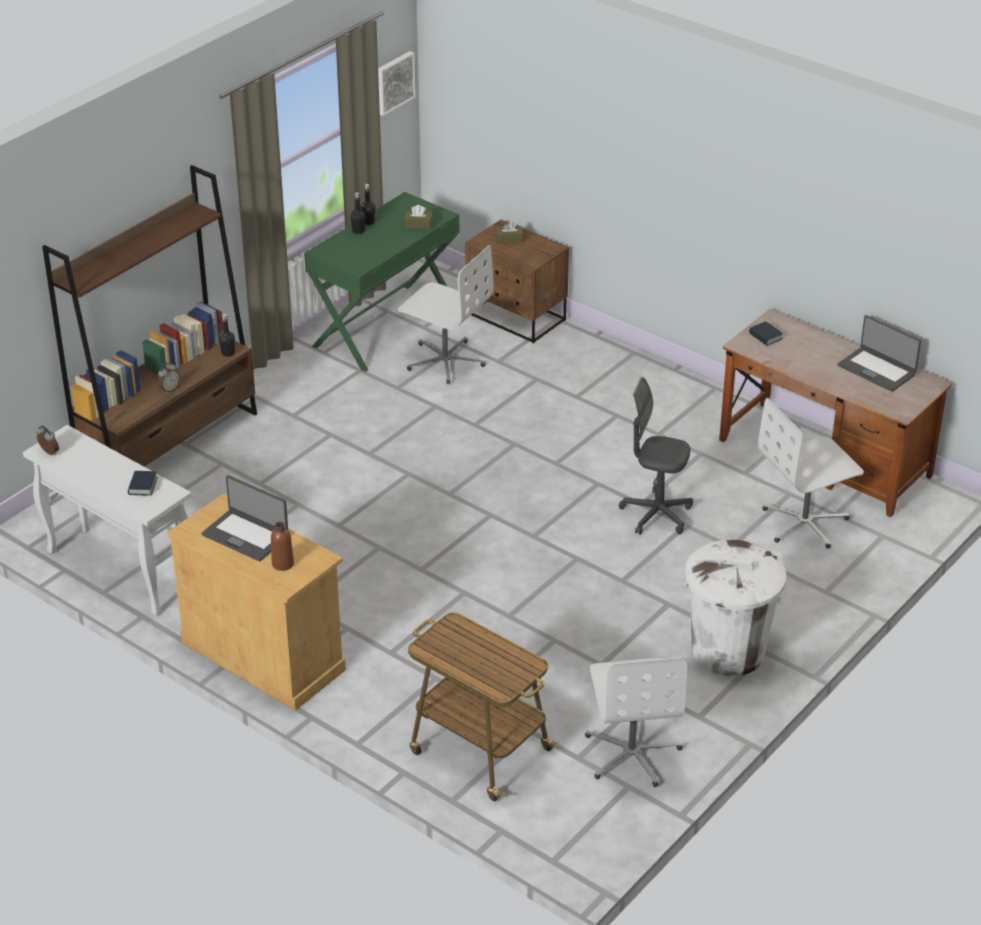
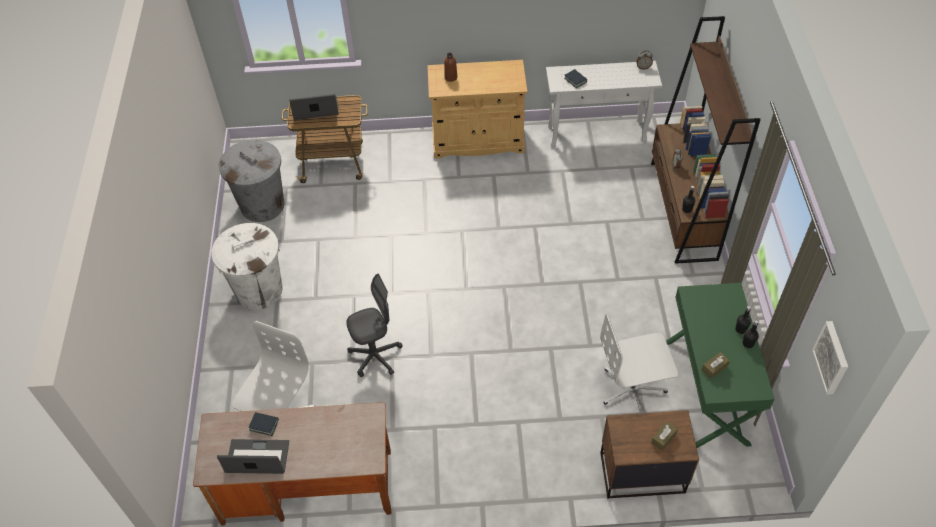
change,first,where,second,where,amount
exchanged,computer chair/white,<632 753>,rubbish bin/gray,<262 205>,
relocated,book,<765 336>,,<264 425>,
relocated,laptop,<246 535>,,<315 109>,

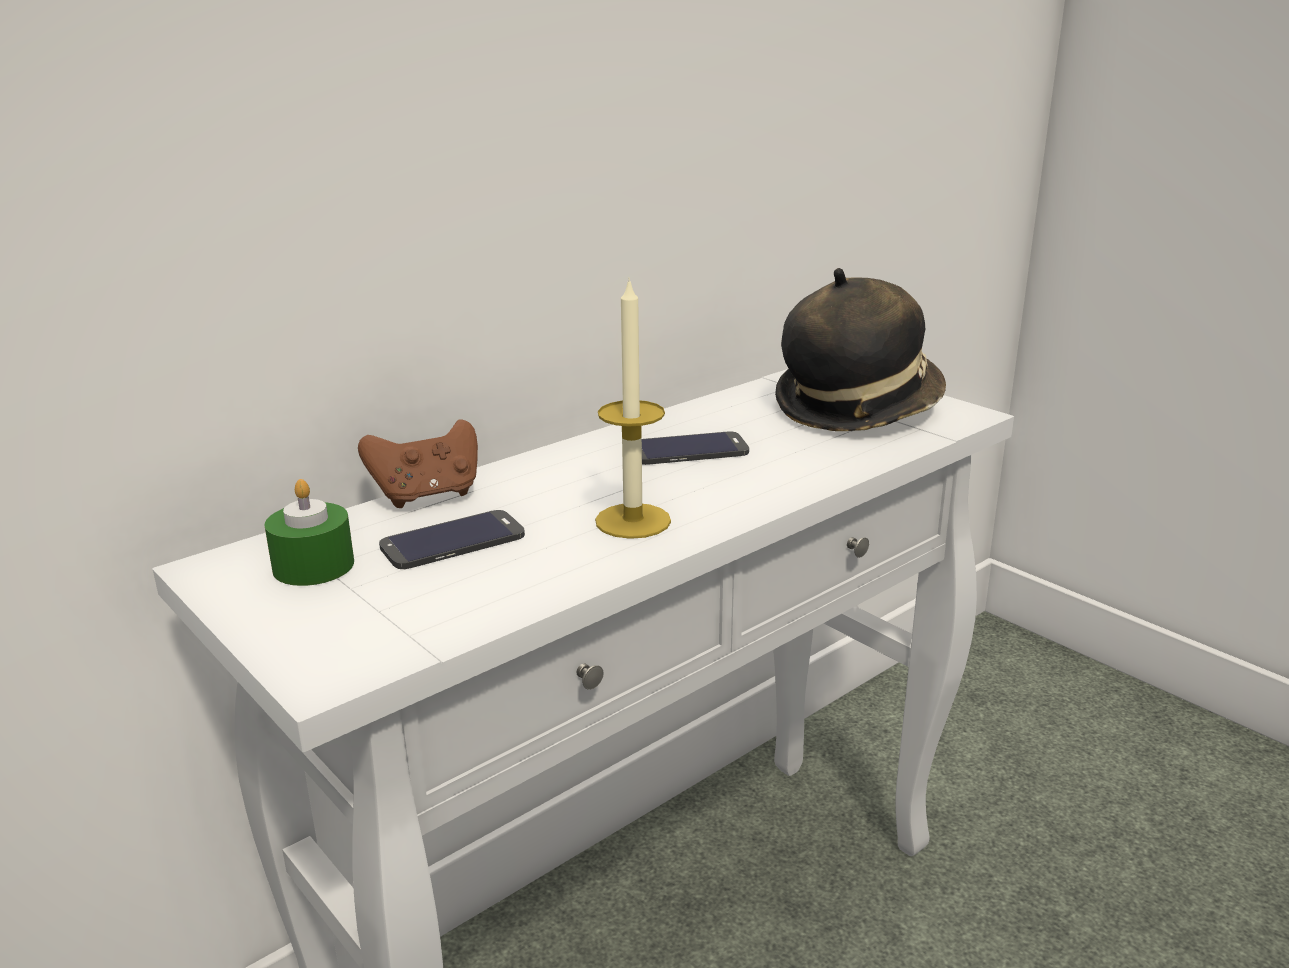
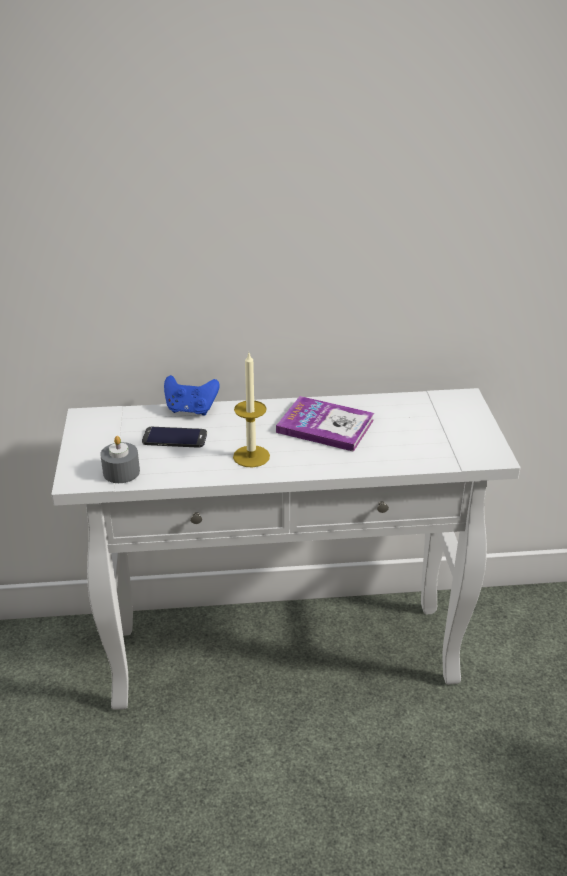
change,first,where,second,where,amount
appeared,,,candle/gray,<121 472>,
colour,gamepad/brown-coloured,<427 495>,gamepad/blue-coloured,<191 410>,
exchanged,phone,<688 450>,book,<325 426>,
missing,candle/green,<313 566>,,,
missing,clothing hat,<857 408>,,,

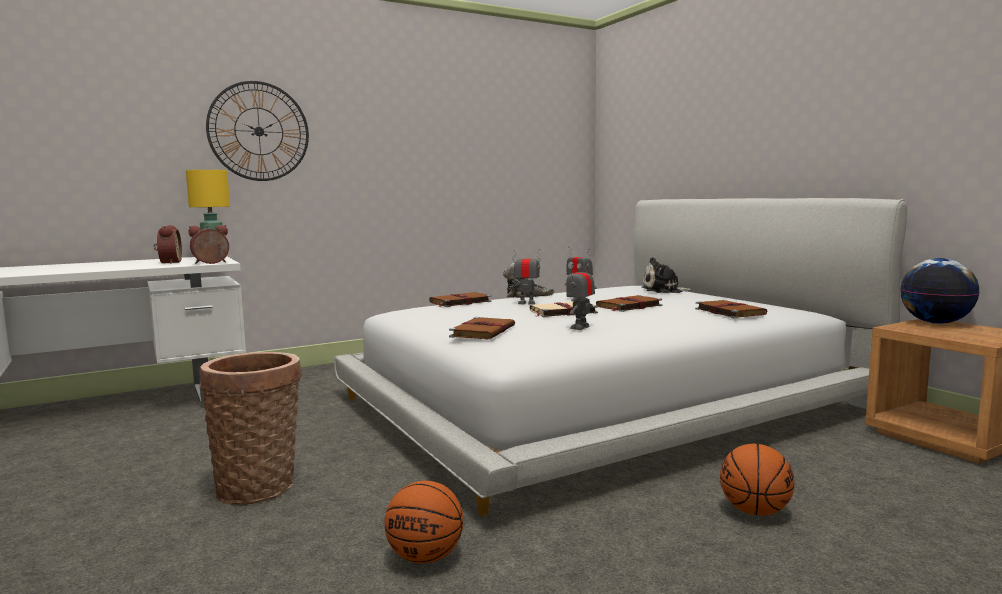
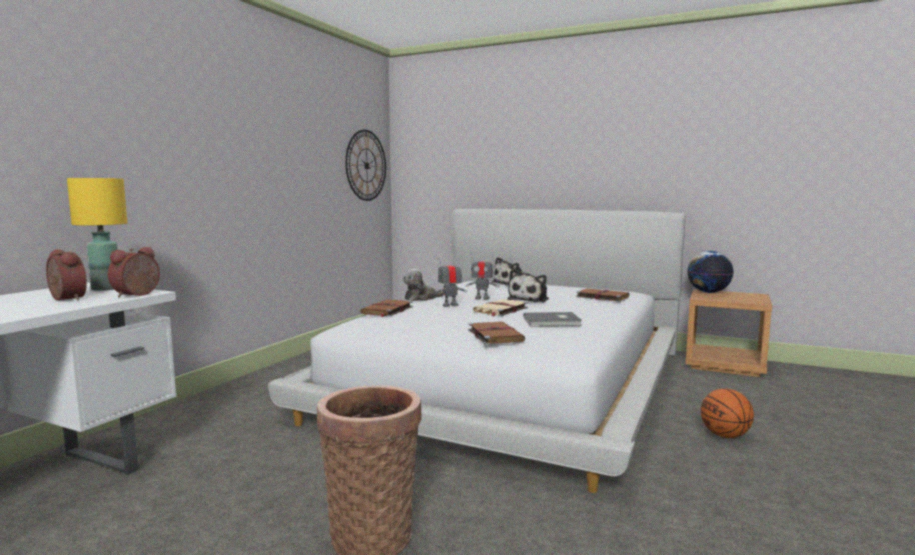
change,first,where,second,where,amount
relocated,wall clock,<259 131>,,<366 165>,
exchanged,book/brown-coloured,<628 306>,soft toy,<529 299>,
exchanged,robot figure,<580 327>,book/gray,<553 322>,
missing,basketball,<425 557>,,,

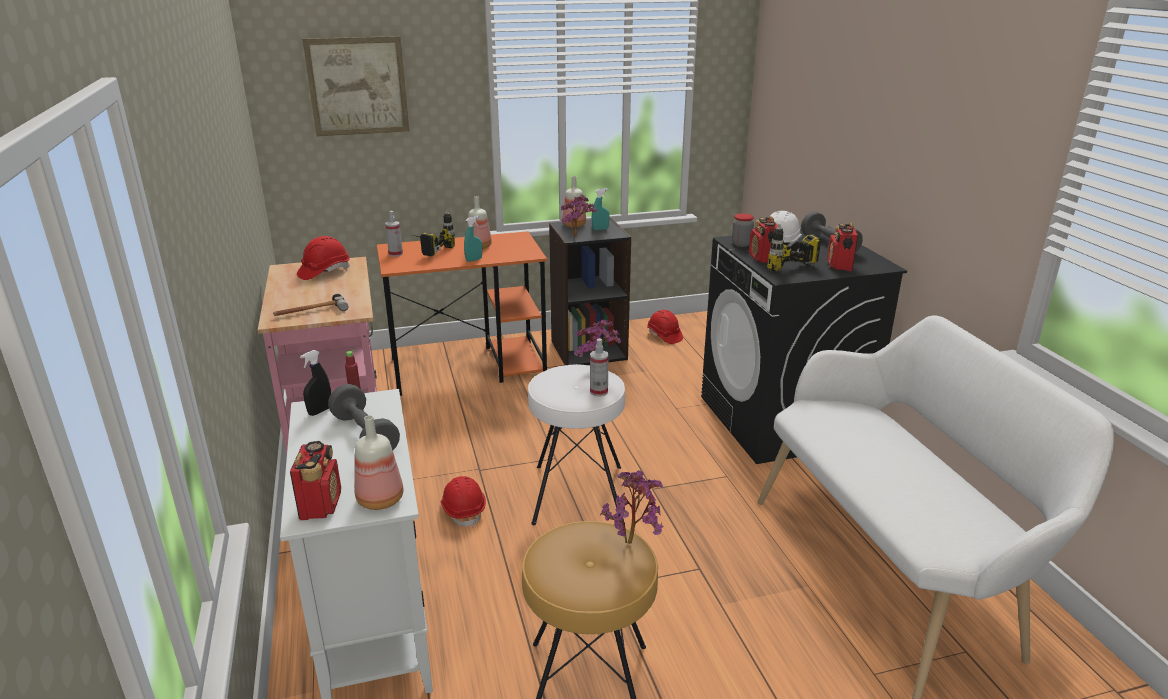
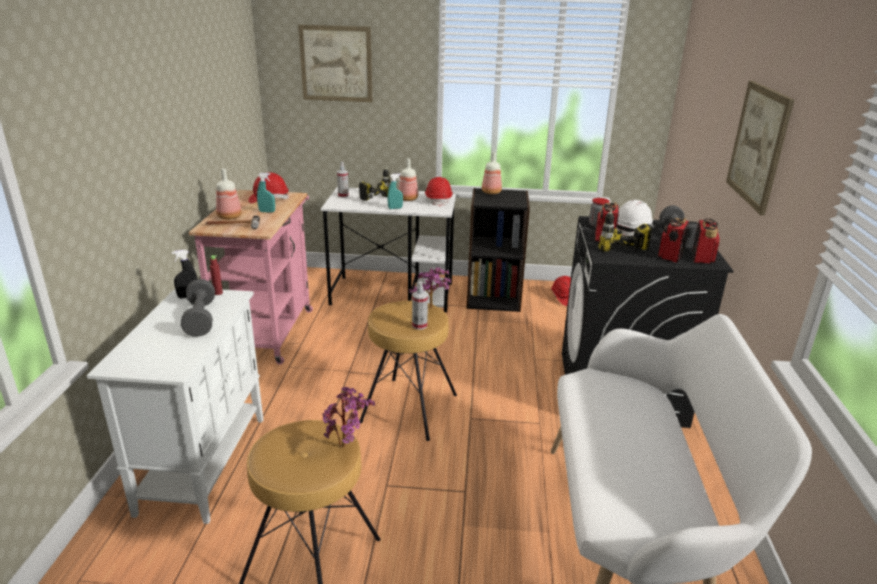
change,first,where,second,where,amount
relocated,bottle,<382 499>,,<230 217>,
relocated,spray bottle/turquoise,<600 229>,,<267 211>,
colour,desk table/orange,<469 367>,desk table/white,<393 294>,
colour,stool seat/white,<577 494>,stool seat/brown-coloured,<408 408>,
relocated,hard hat/red,<463 510>,,<438 200>,
relocated,radio,<321 504>,,<702 258>,
appeared,,,wall picture,<758 145>,
missing,houseplant,<577 237>,,,

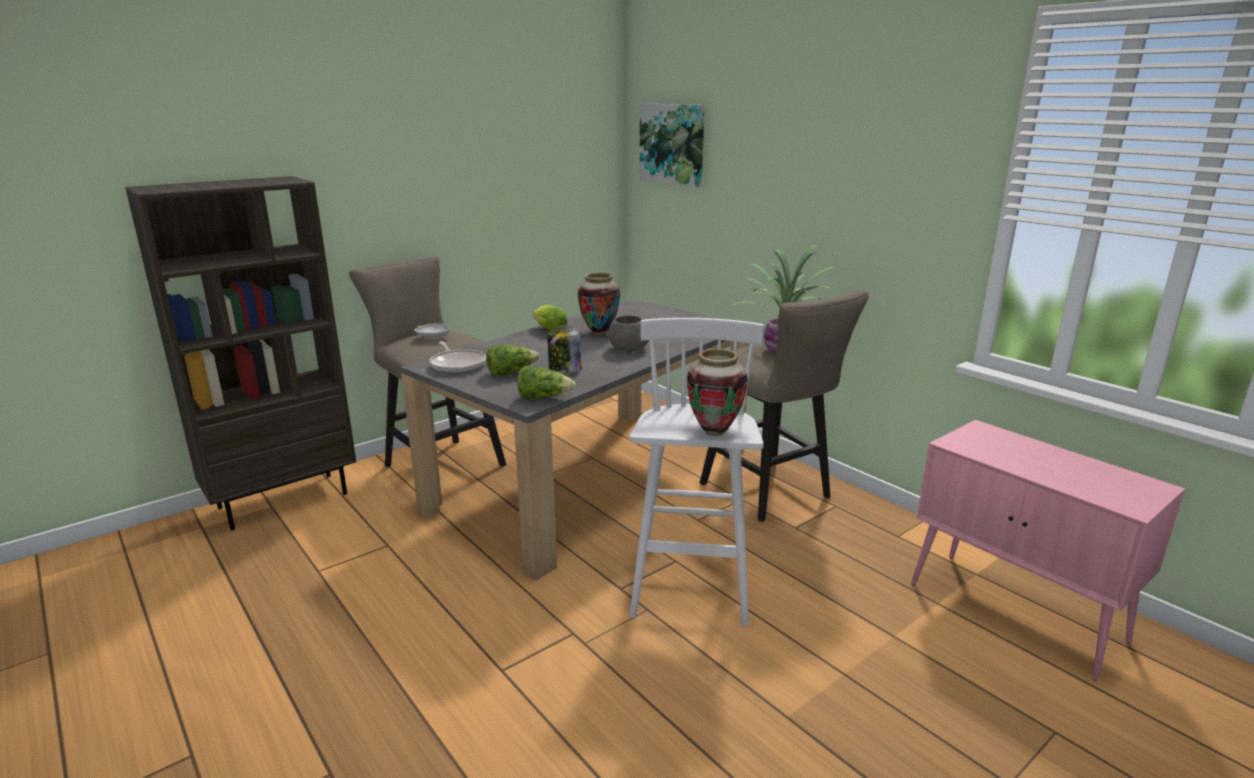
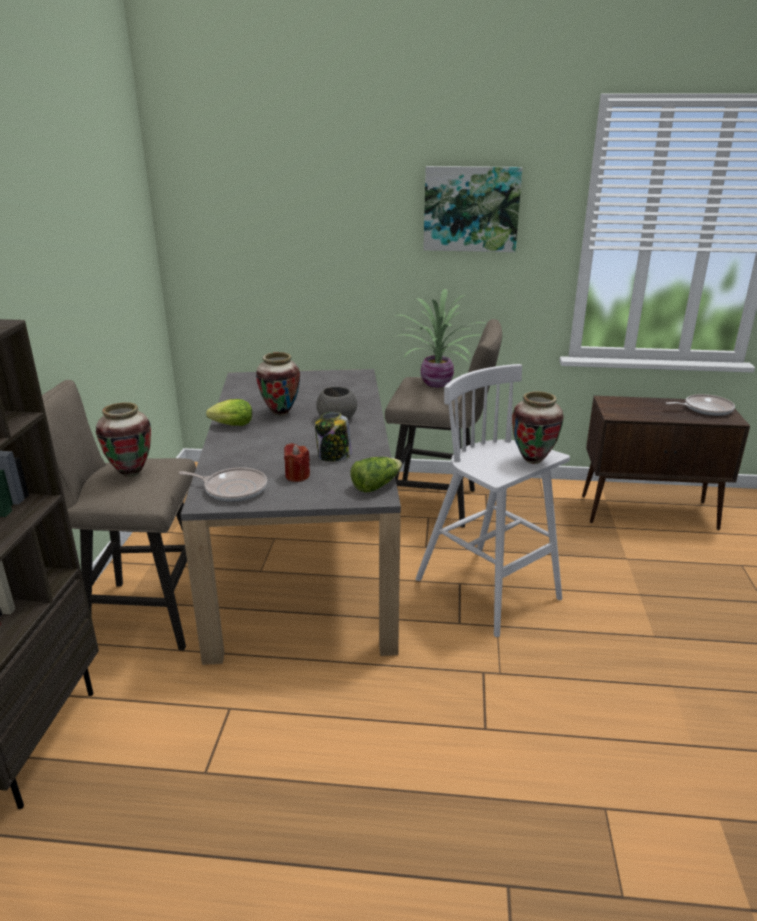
change,first,where,second,where,amount
exchanged,bowl/white,<433 337>,decorative vase,<131 473>,
exchanged,lettuce head,<511 372>,candle/red,<297 476>,
relocated,wall picture,<673 144>,,<471 209>,
colour,cupboard/pink-coloured,<1017 612>,cupboard/brown-coloured,<649 512>,
appeared,,,skillet,<705 409>,

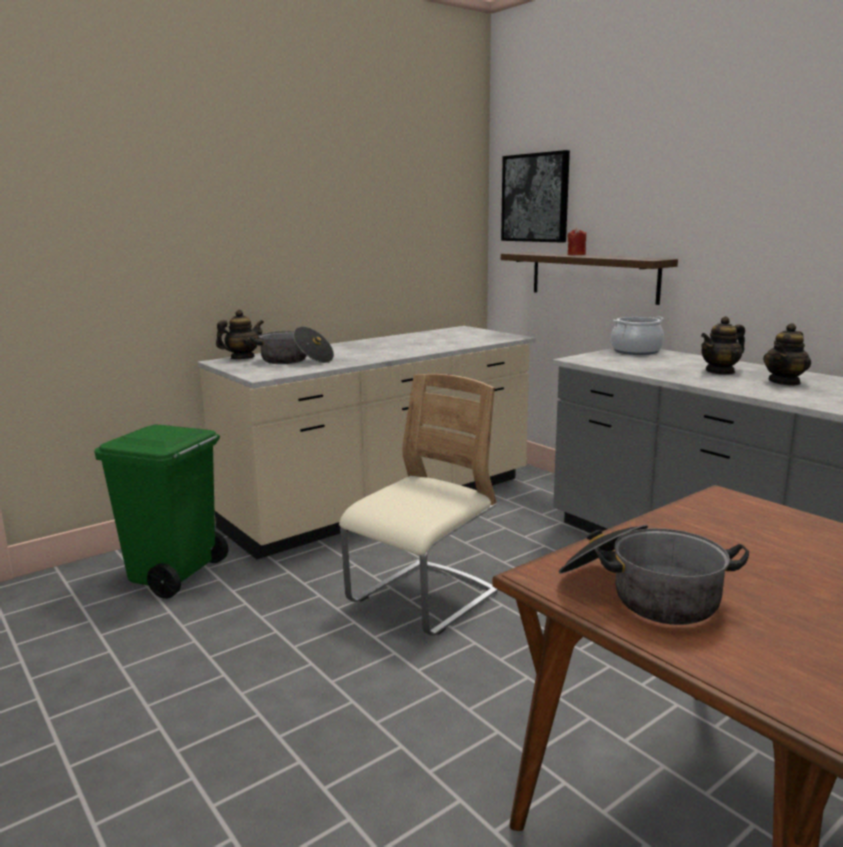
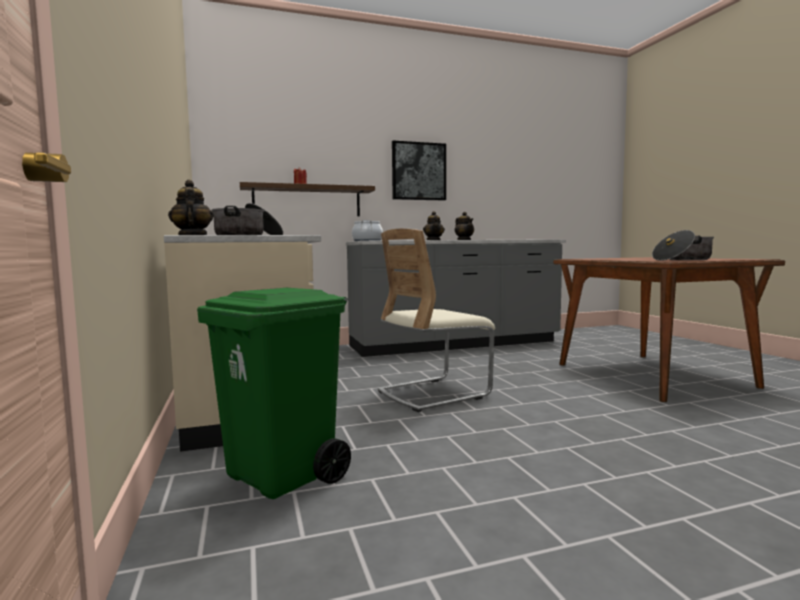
change,first,where,second,where,amount
spun,plain chair/sand-coloured,<423 599>,,<433 393>,90 degrees counterclockwise
relocated,wall picture,<535 198>,,<418 171>,

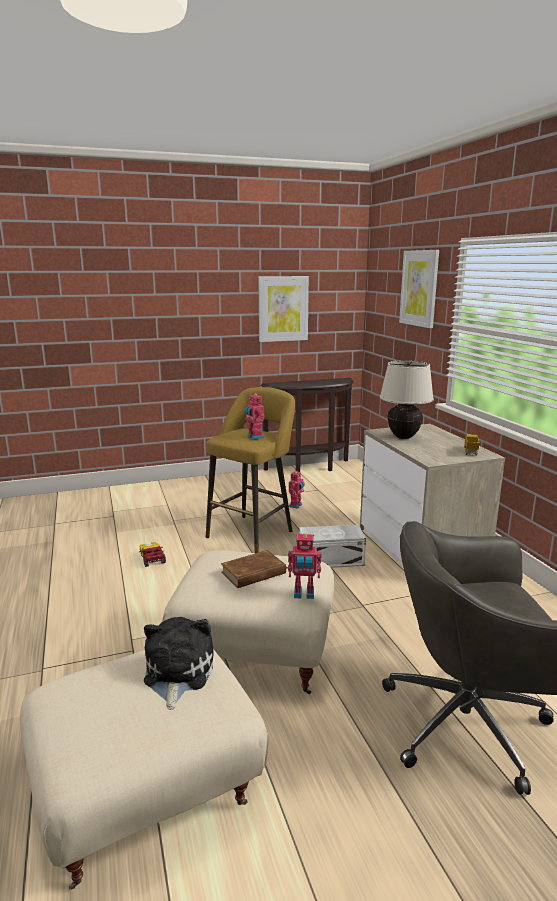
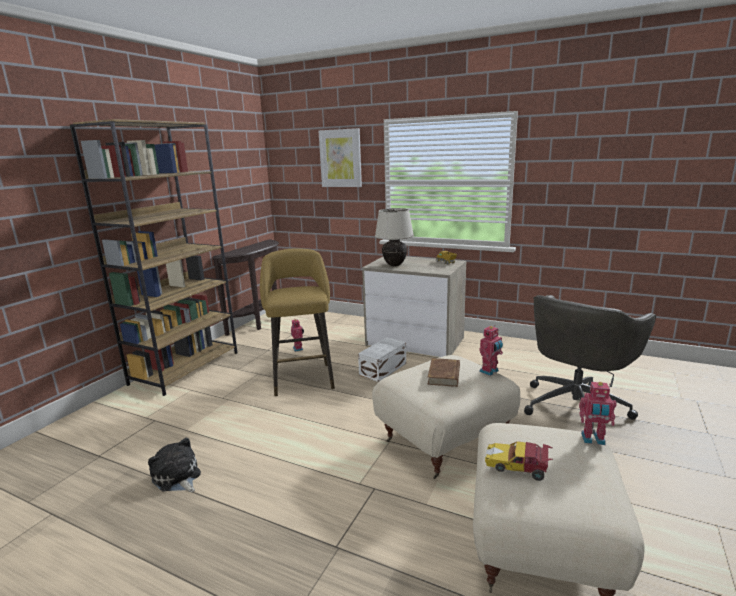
change,first,where,second,where,amount
appeared,,,shelving unit/brown-coloured,<185 368>,
relocated,soft toy,<177 673>,,<177 477>,
relocated,miniature car,<152 559>,,<518 466>,
relocated,robot figure,<254 437>,,<593 440>,
missing,wall picture,<283 308>,,,

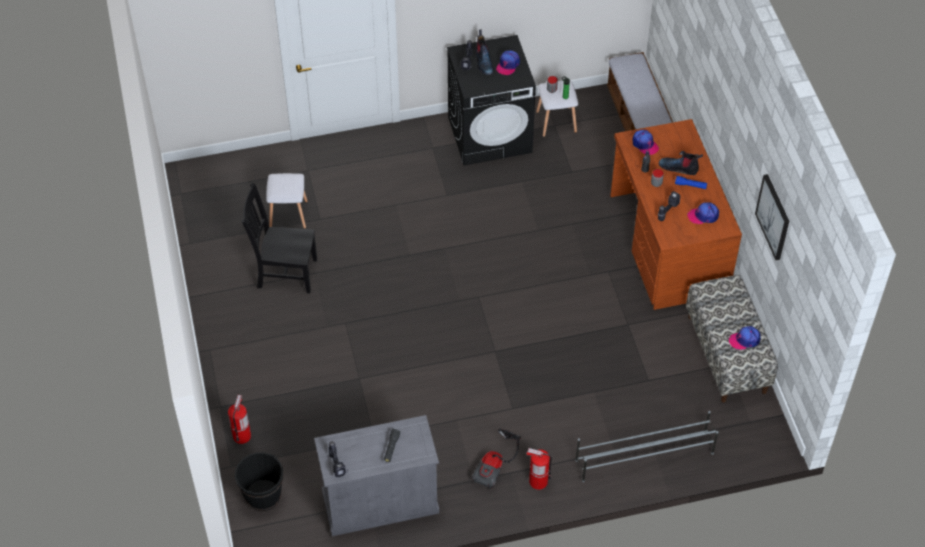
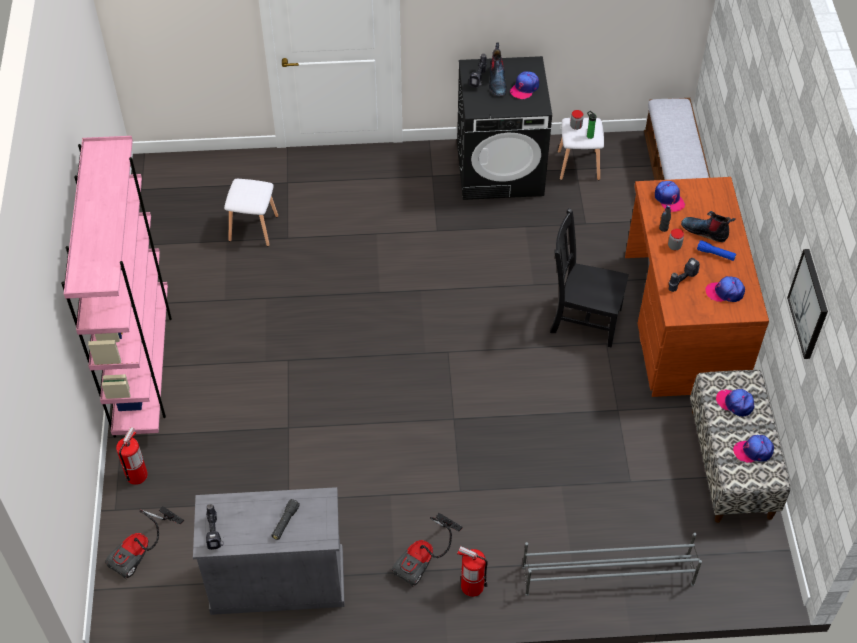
change,first,where,second,where,amount
appeared,,,shelving unit/pink-coloured,<143 367>,
exchanged,water bucket/blackish,<263 496>,hoover,<142 551>,
relocated,plain chair/blackish,<285 272>,,<583 319>,
appeared,,,cap,<735 403>,

